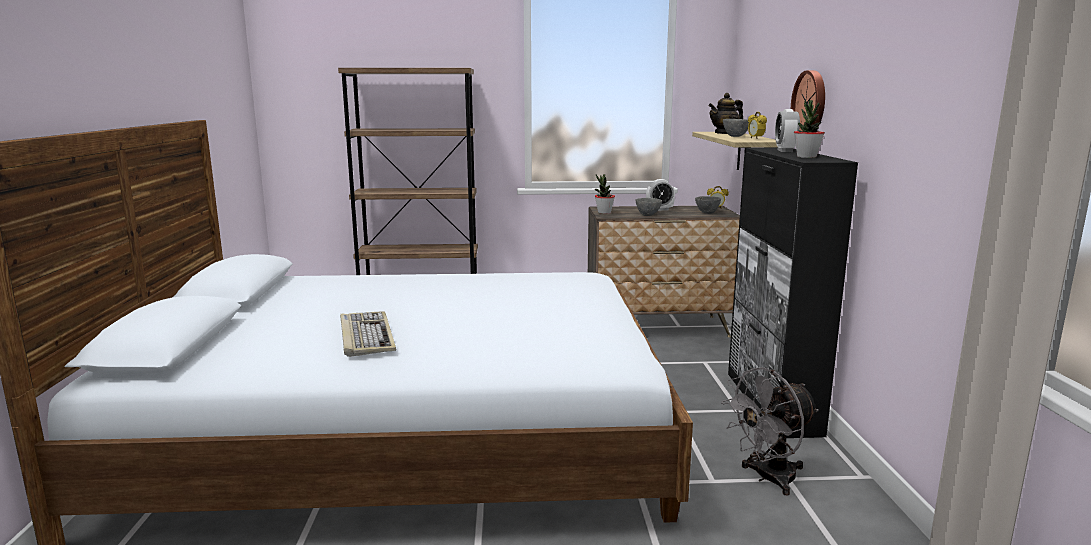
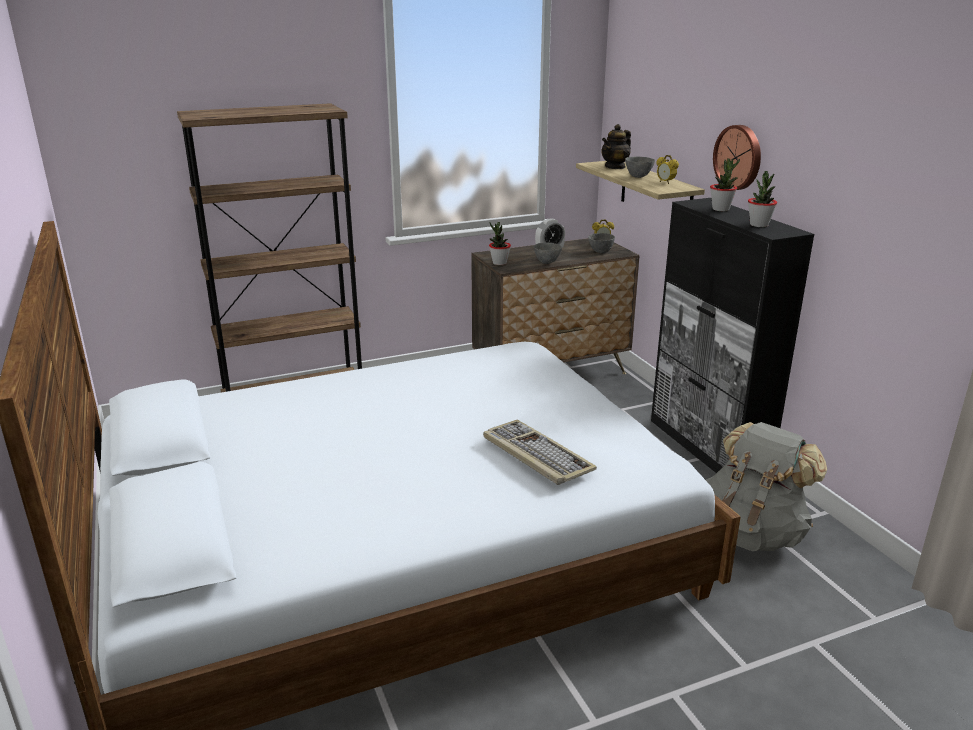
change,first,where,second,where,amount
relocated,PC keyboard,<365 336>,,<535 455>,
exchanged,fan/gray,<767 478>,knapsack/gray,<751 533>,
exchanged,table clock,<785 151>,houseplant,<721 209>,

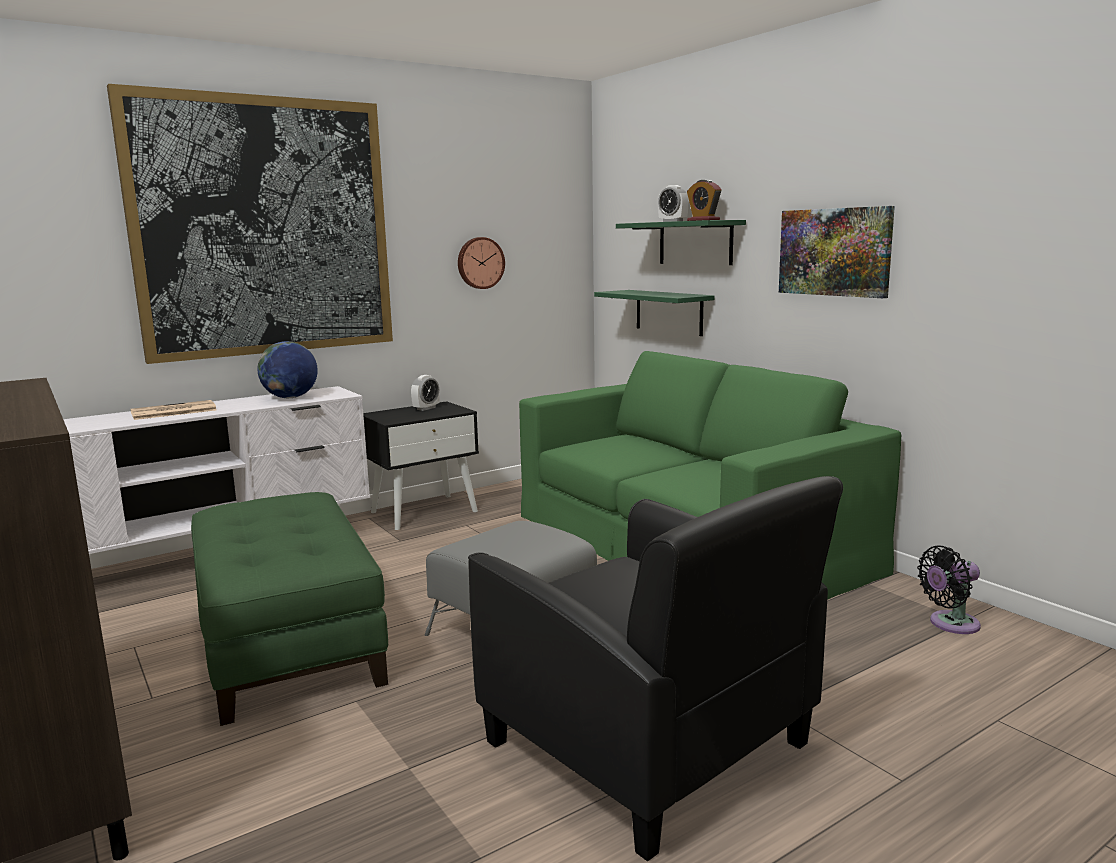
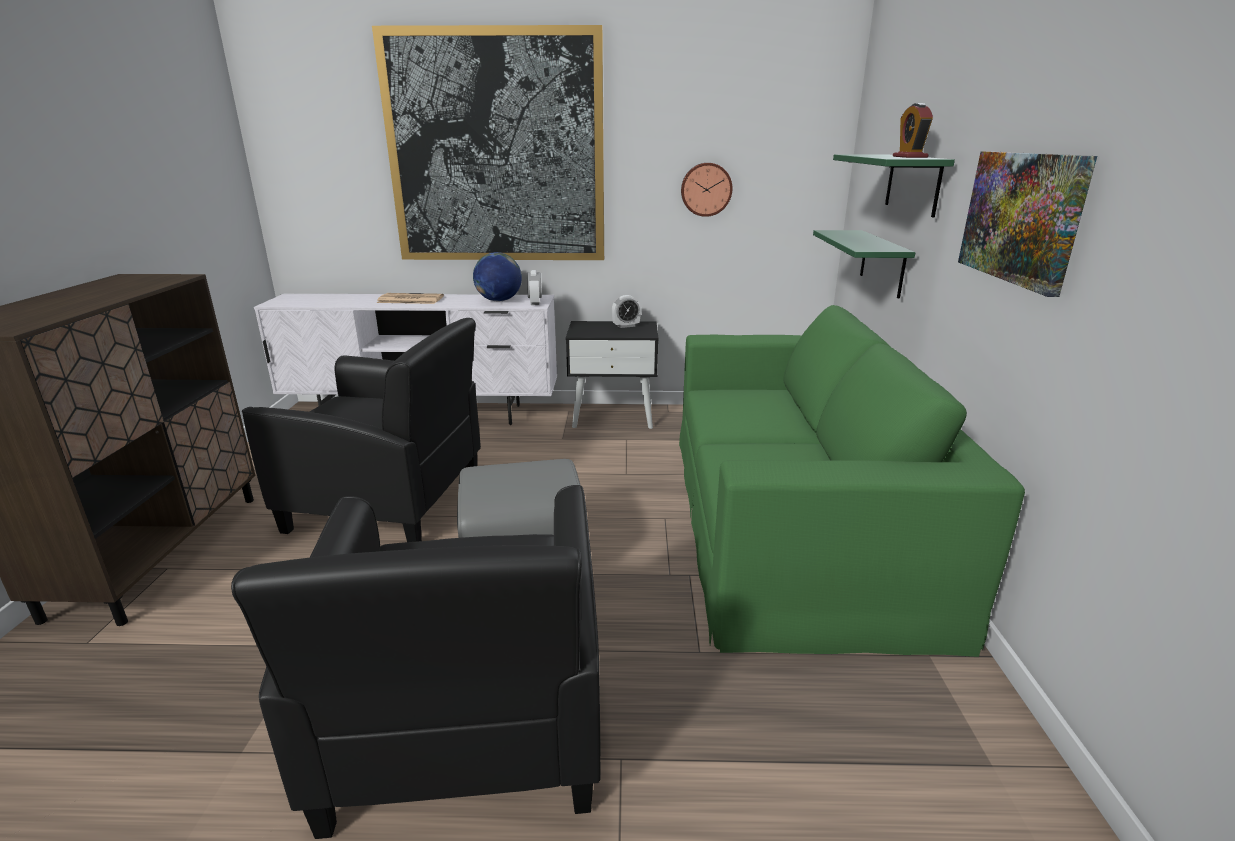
change,first,where,second,where,amount
exchanged,footrest/green,<290 640>,lounge chair/blackish,<389 501>,
relocated,table clock,<673 221>,,<535 303>,
missing,fan/blackish,<950 624>,,,

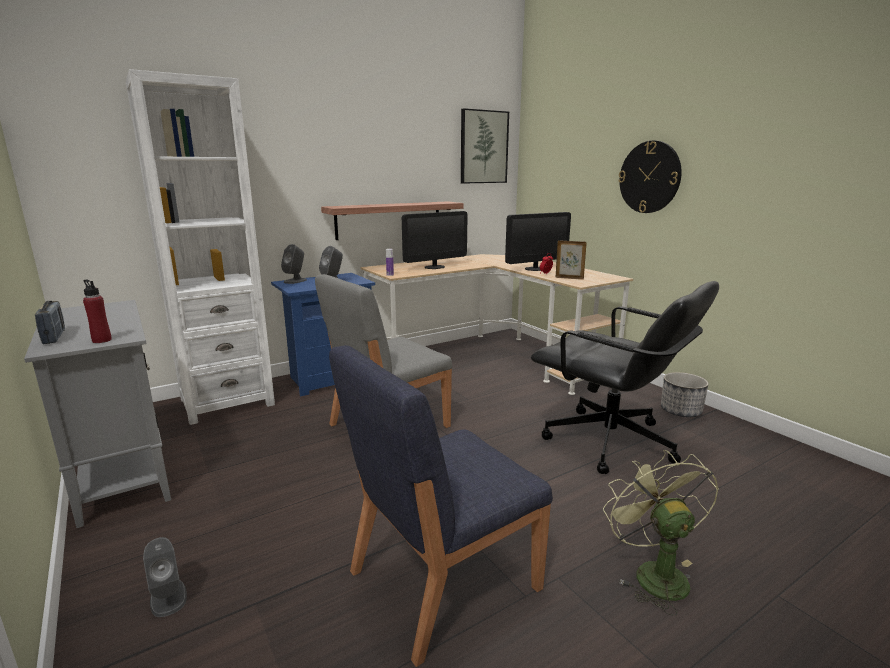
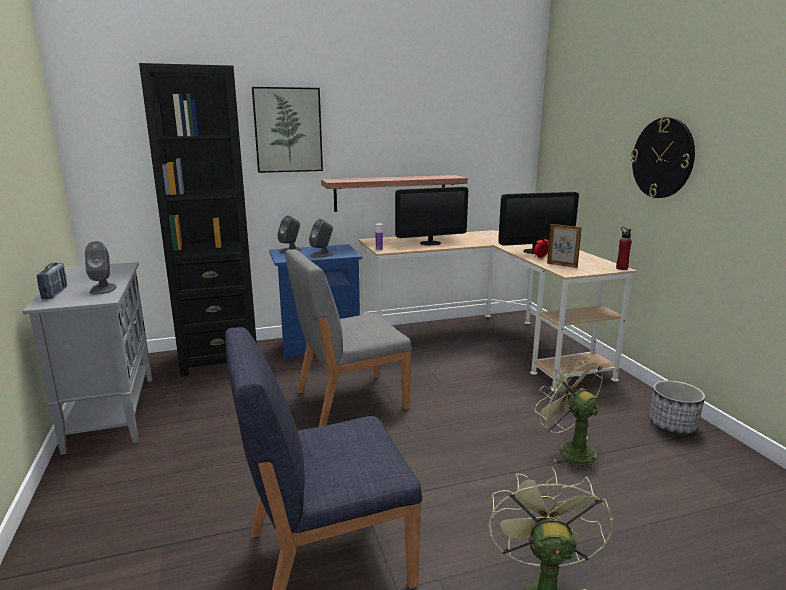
change,first,where,second,where,amount
relocated,loudspeaker/gray,<168 597>,,<103 289>,
colour,shelving unit/white,<227 402>,shelving unit/blackish,<220 358>,
relocated,wall picture,<483 147>,,<288 130>,
exchanged,computer chair/blackish,<610 442>,fan/green,<569 449>,
relocated,bottle/red,<102 340>,,<621 268>,

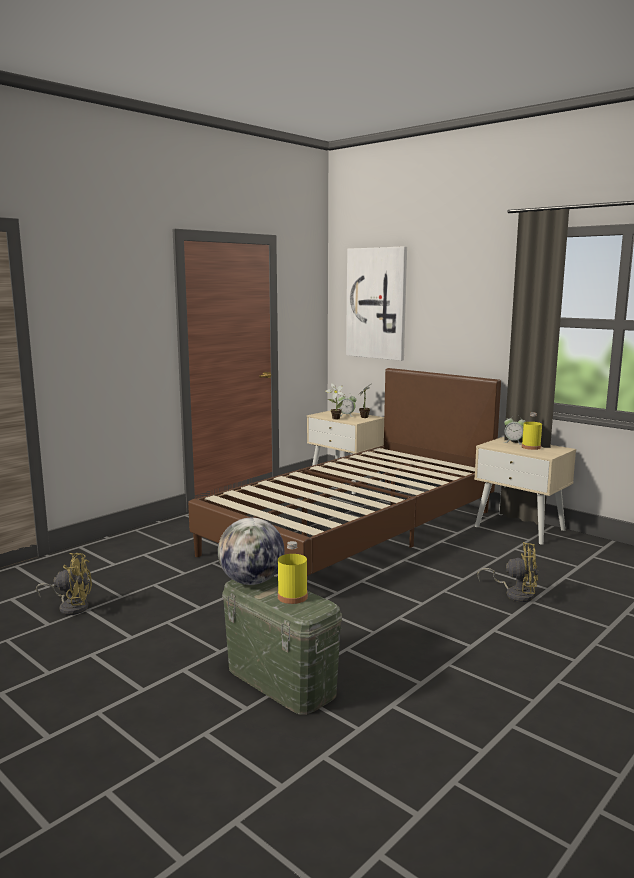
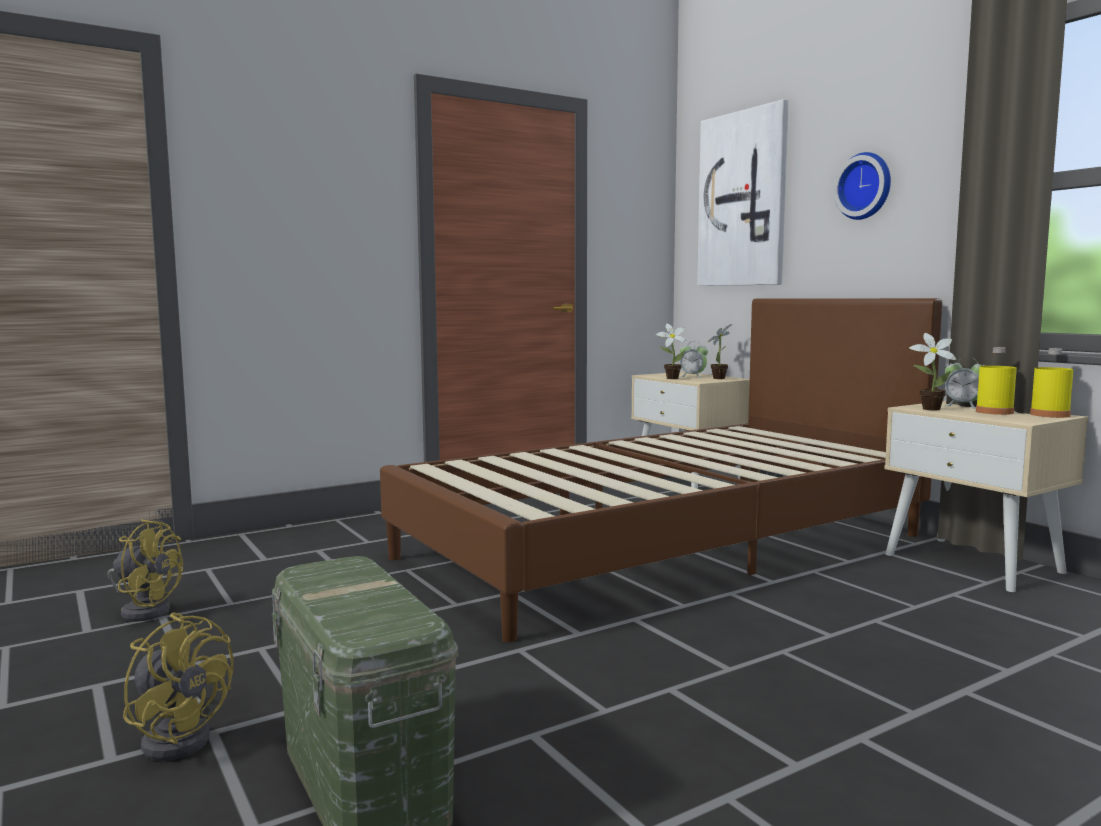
change,first,where,second,where,amount
relocated,fan/yellowish,<515 594>,,<180 736>,
appeared,,,wall clock,<865 186>,
appeared,,,houseplant,<928 409>,
relocated,bottle/yellowish,<292 597>,,<1049 415>,
missing,globe,<252 581>,,,

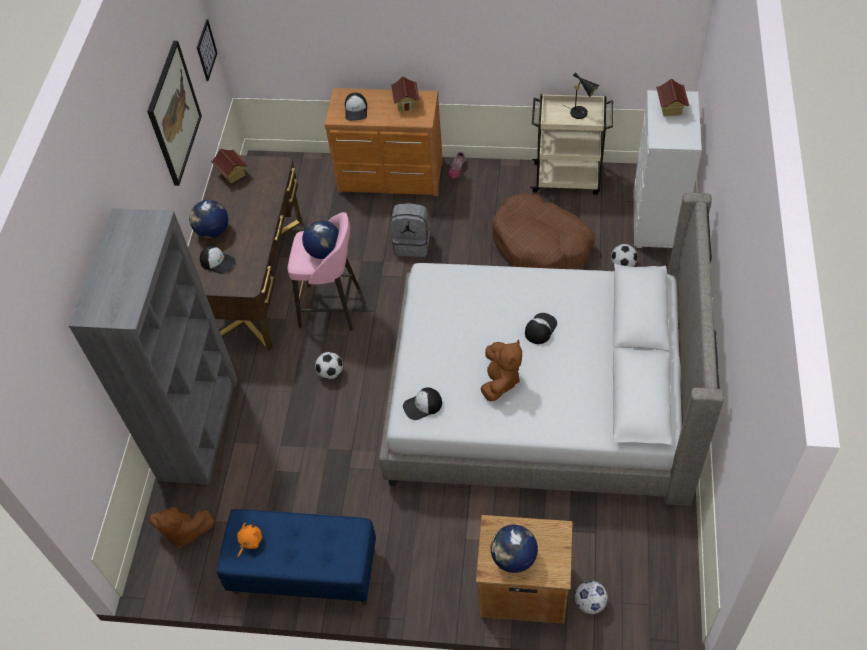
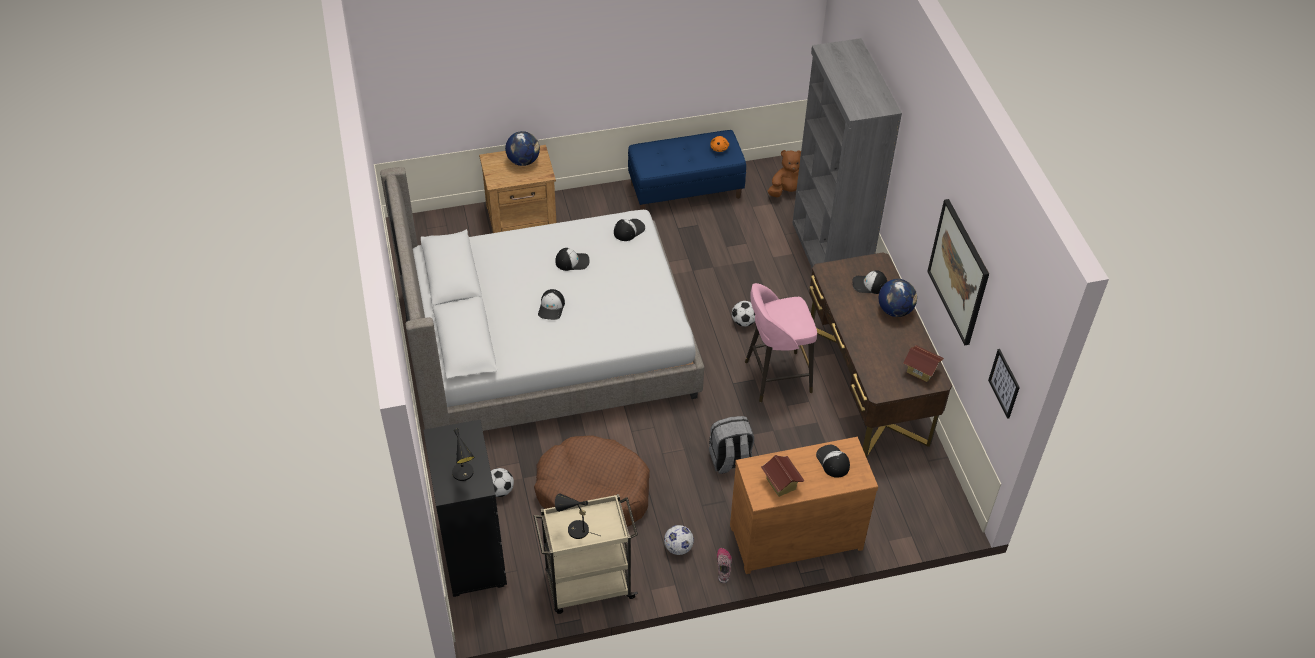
change,first,where,second,where,amount
colour,drawer chest/white,<656 220>,drawer chest/blackish,<473 553>,
exchanged,toy house,<670 108>,table lamp/blackish,<464 474>,
exchanged,soft toy/brown-coloured,<500 380>,cap,<572 261>,
relocated,ball for football,<590 603>,,<678 547>,
missing,globe,<324 251>,,,

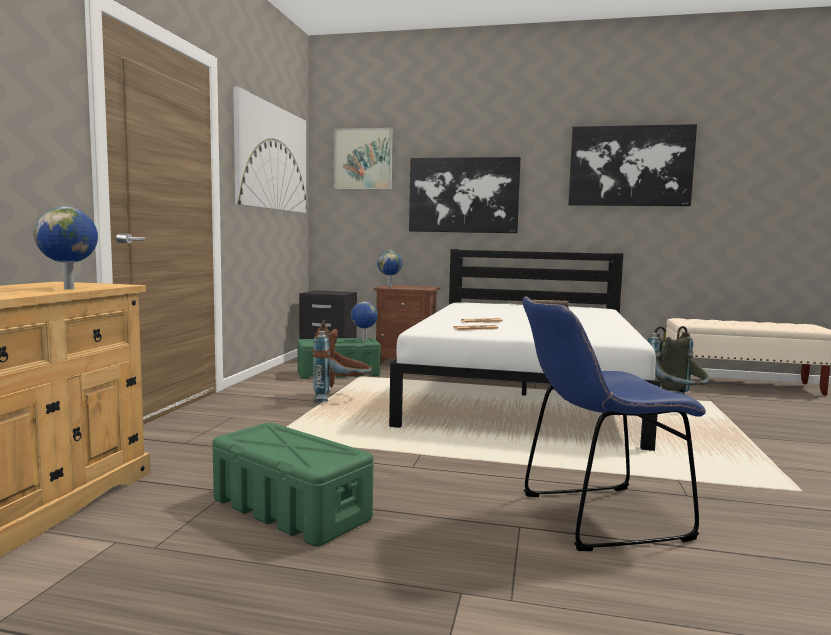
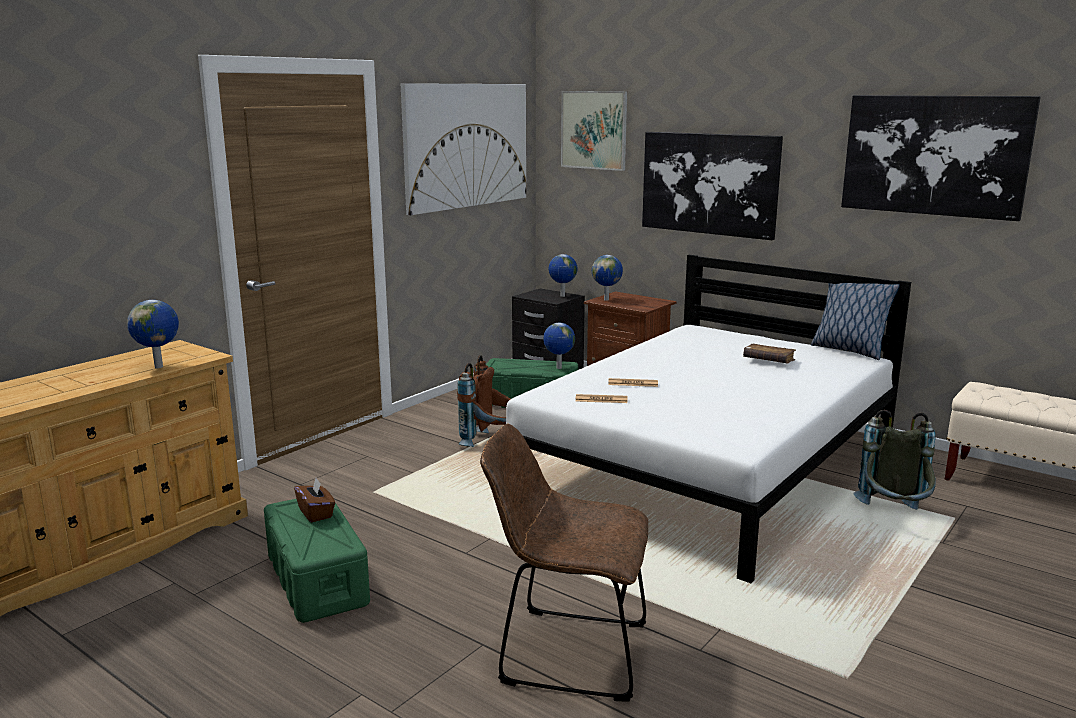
change,first,where,second,where,amount
appeared,,,tissue holder/brown-coloured,<316 513>,
colour,plain chair/blue-coloured,<595 517>,plain chair/brown-coloured,<566 652>,
appeared,,,globe,<562 296>,
appeared,,,throw pillow,<848 350>,

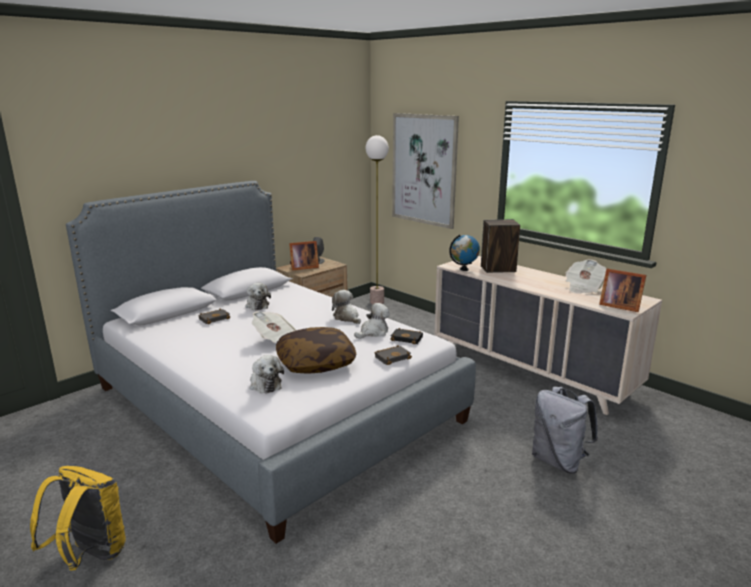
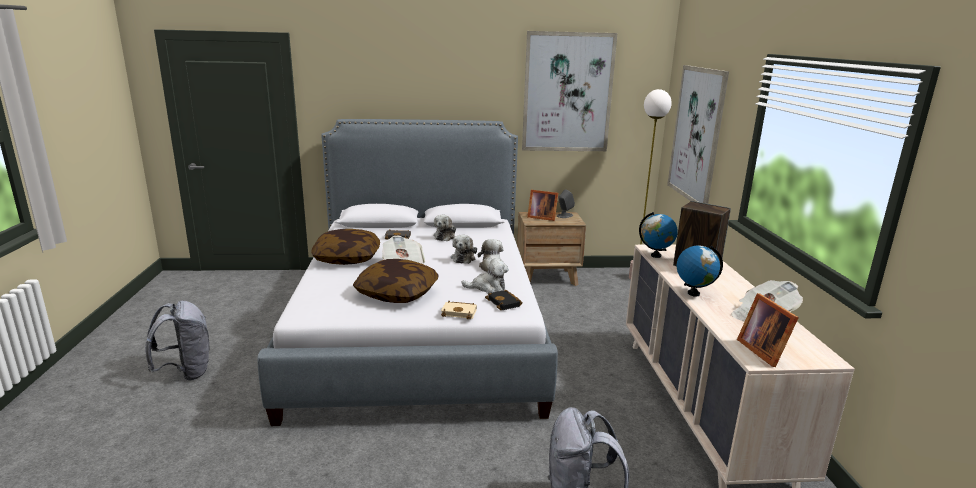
change,first,where,second,where,amount
colour,knapsack/yellowish,<90 555>,knapsack/gray,<186 372>,
appeared,,,throw pillow,<347 258>,
colour,book/blackish,<393 357>,book/sand-coloured,<460 312>,
relocated,soft toy,<265 384>,,<463 258>,
appeared,,,wall picture,<567 93>,
appeared,,,globe,<693 293>,

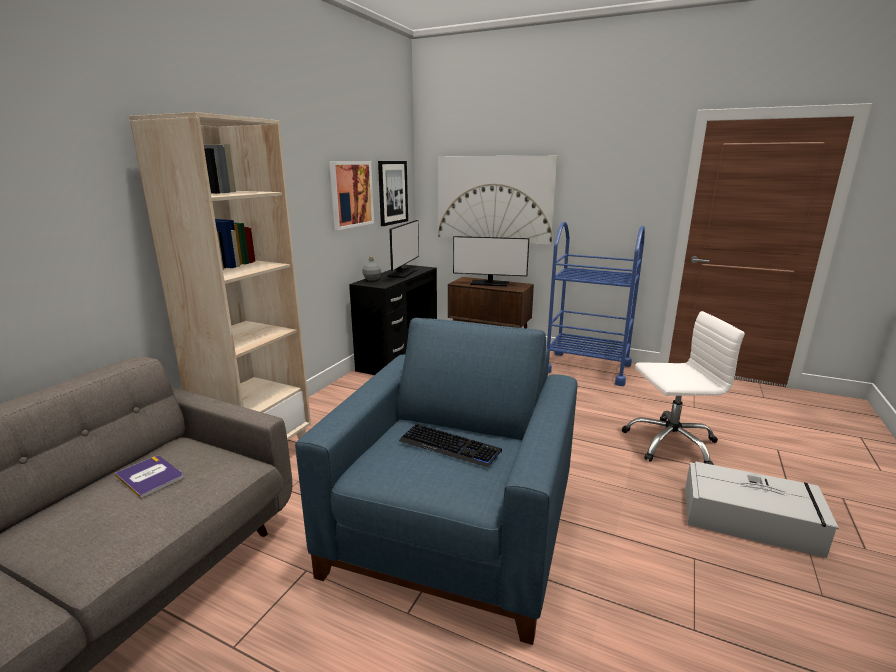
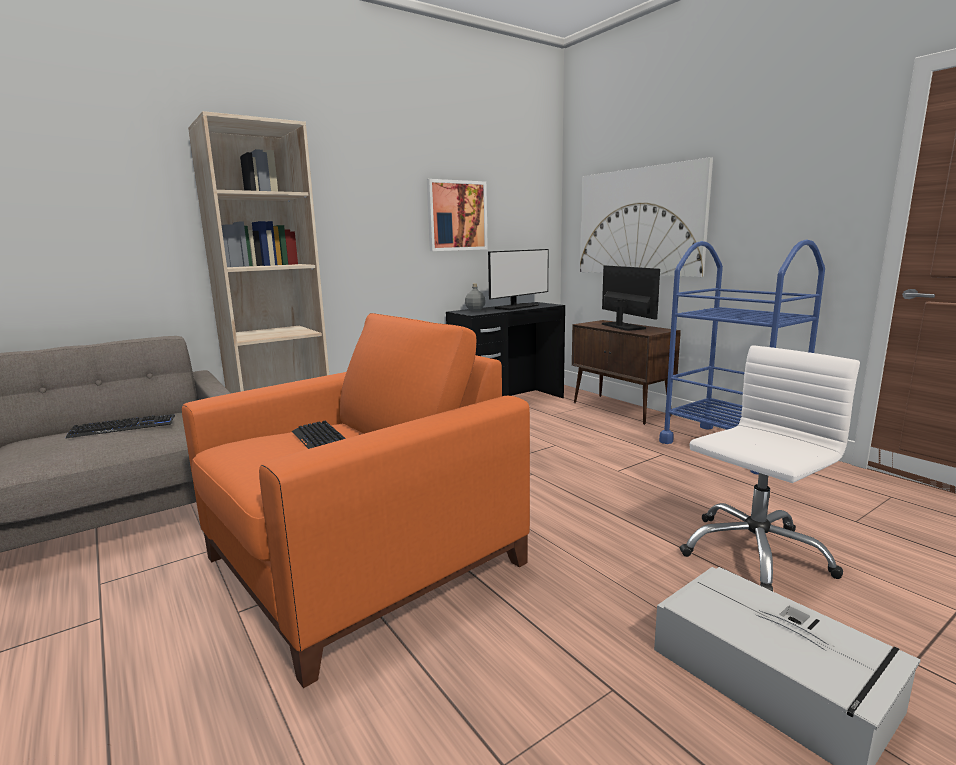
change,first,where,second,where,amount
exchanged,book,<150 477>,PC keyboard,<123 427>,
colour,lounge chair/blue-coloured,<453 533>,lounge chair/orange,<361 562>,
spun,computer display,<489 283>,,<623 326>,150 degrees counterclockwise
spun,computer chair/white,<670 443>,,<754 552>,60 degrees counterclockwise
missing,wall picture,<392 192>,,,

